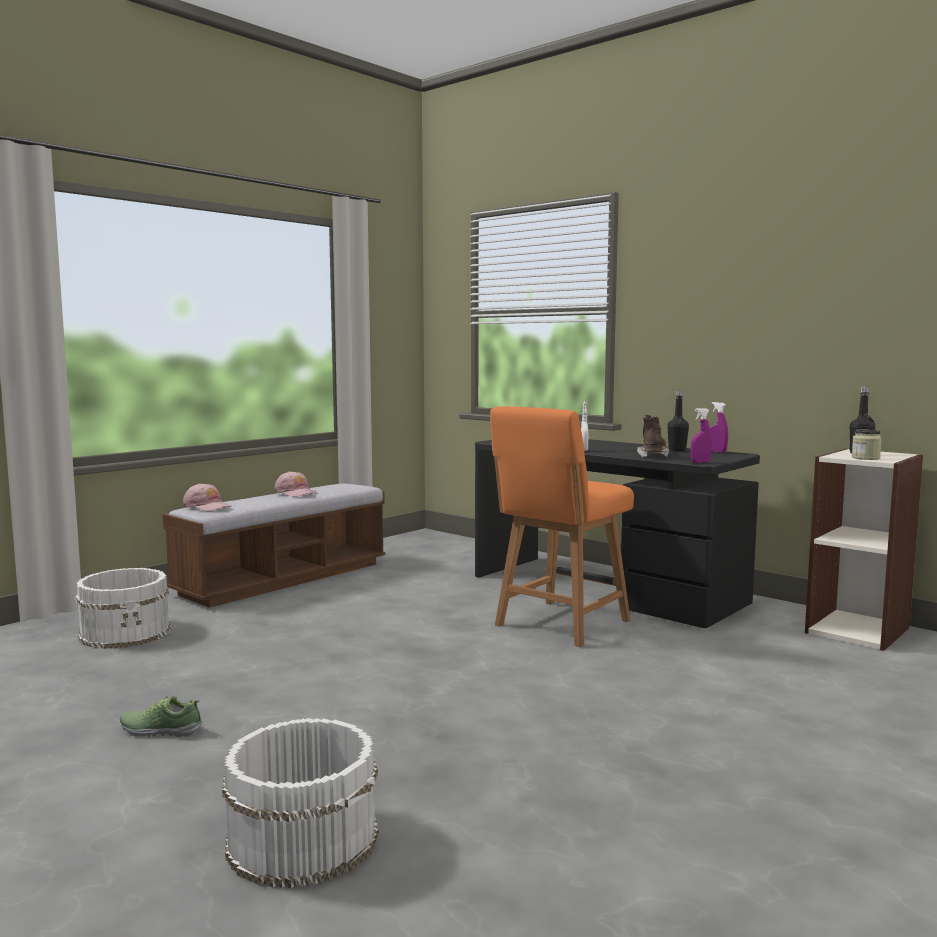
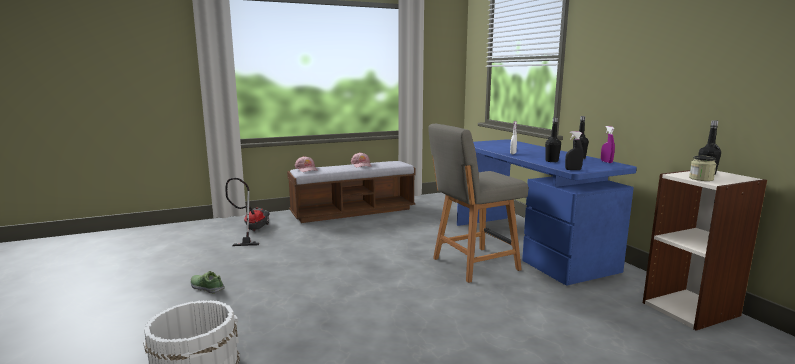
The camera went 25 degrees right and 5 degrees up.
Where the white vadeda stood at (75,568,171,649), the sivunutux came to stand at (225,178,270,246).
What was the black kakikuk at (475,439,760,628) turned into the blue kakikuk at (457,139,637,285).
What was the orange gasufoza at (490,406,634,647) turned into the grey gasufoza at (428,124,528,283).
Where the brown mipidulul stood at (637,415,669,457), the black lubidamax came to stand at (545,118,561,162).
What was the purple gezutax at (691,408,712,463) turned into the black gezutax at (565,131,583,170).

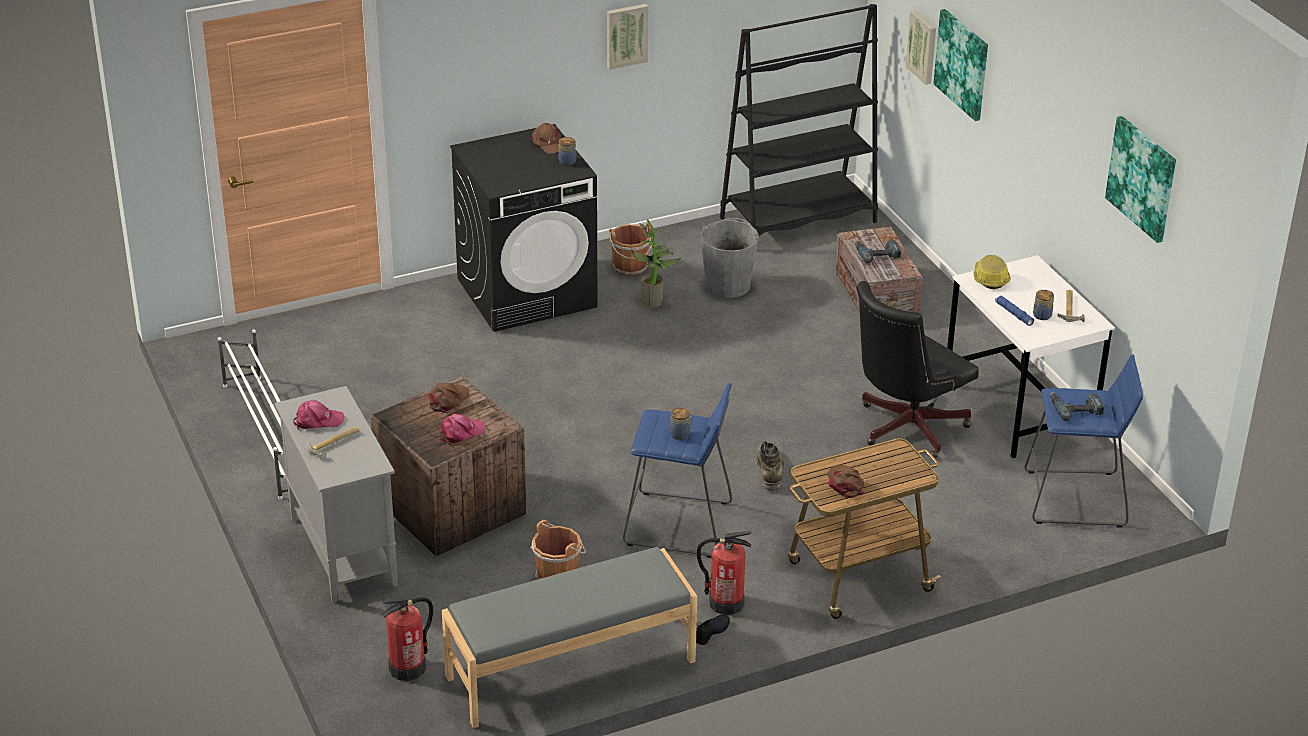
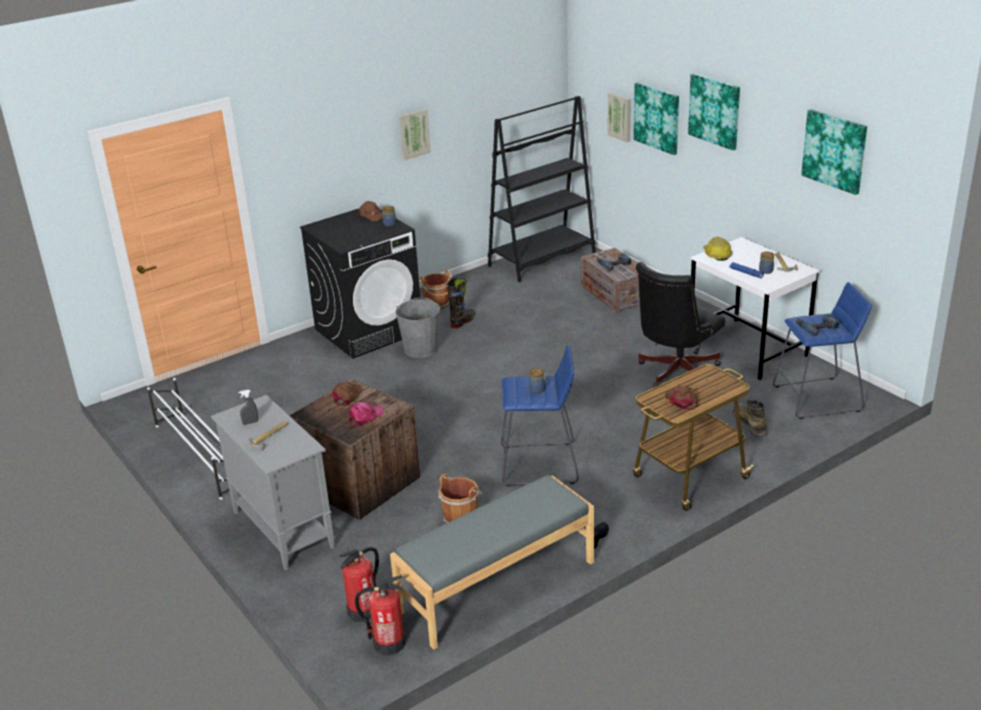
The camera went 10 degrees left and 5 degrees down.
Where the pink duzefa stood at (293,400,345,430), the grey gezutax came to stand at (238,390,258,425).
Where the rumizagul stood at (631,219,682,308), the black mipidulul came to stand at (447,278,475,328).
The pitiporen ended up elsewhere, having gone from (697,531,752,615) to (355,576,406,655).
The grey vadeda ended up elsewhere, having gone from (701,218,759,298) to (396,297,440,358).
The green mipidulul ended up elsewhere, having gone from (757,441,784,491) to (733,400,767,437).
The second view gained the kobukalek at (688,73,740,150).

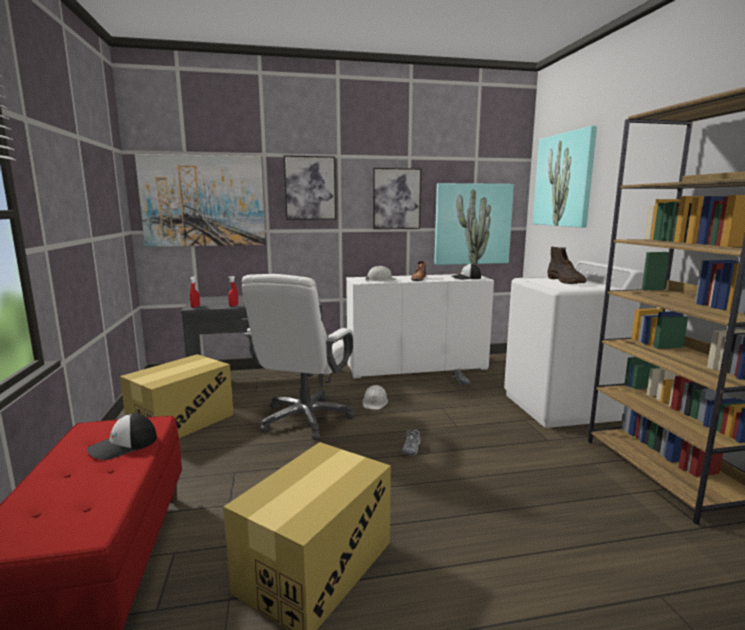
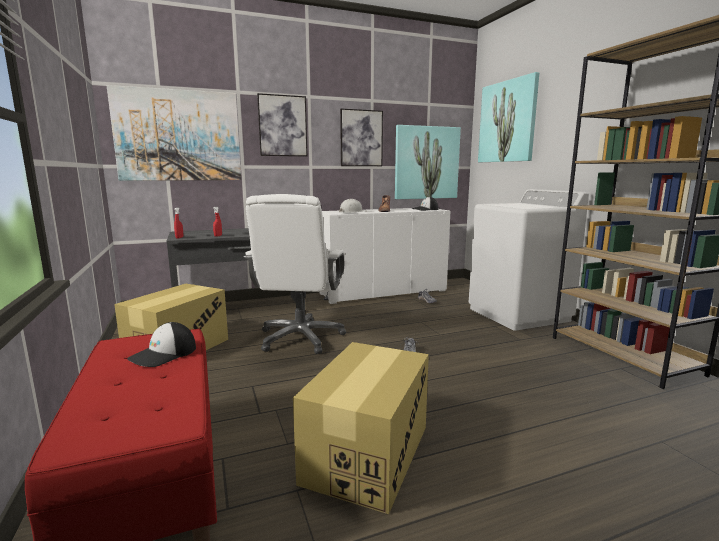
The camera went 10 degrees left and 0 degrees up.
The second view lost the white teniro at (363,385,388,410).
The second view lost the brown mipidulul at (548,247,586,284).

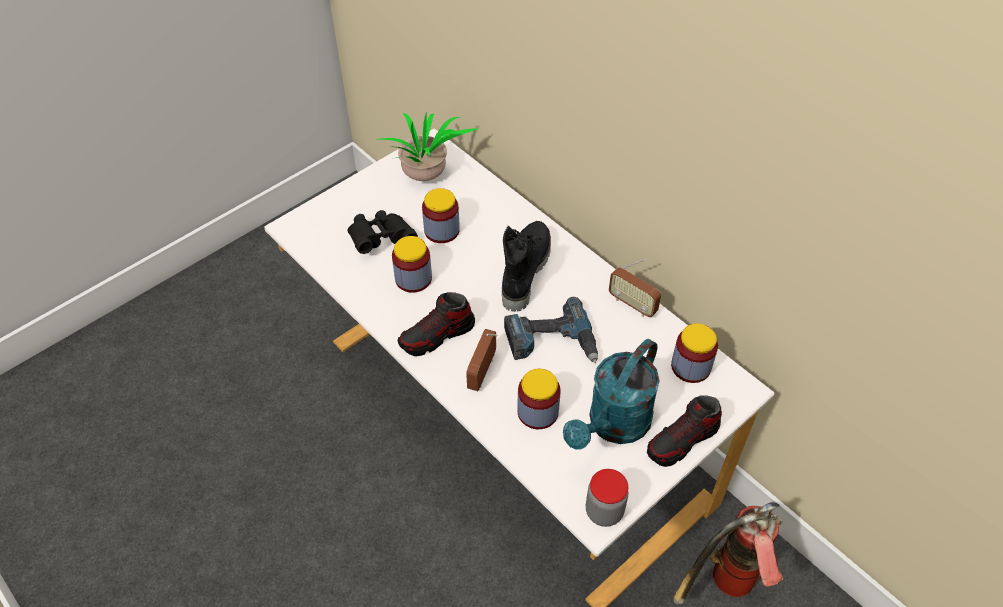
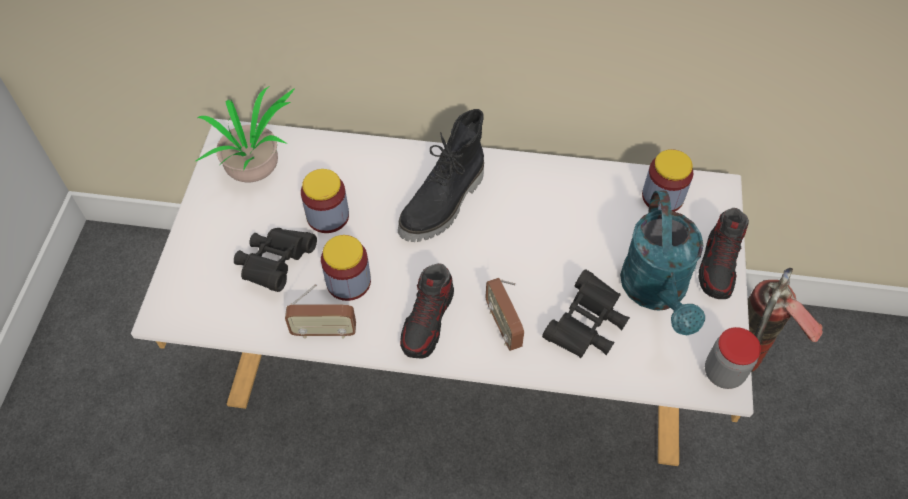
The camera went 40 degrees left and 5 degrees up.
The black mipidulul at (502,221,551,312) ended up facing another way, 120 degrees counterclockwise from before.
The second view lost the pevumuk at (504,297,598,363).
Where the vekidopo stood at (517,369,561,429), the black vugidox came to stand at (542,270,630,358).
The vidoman ended up elsewhere, having gone from (609,259,661,317) to (285,284,356,339).

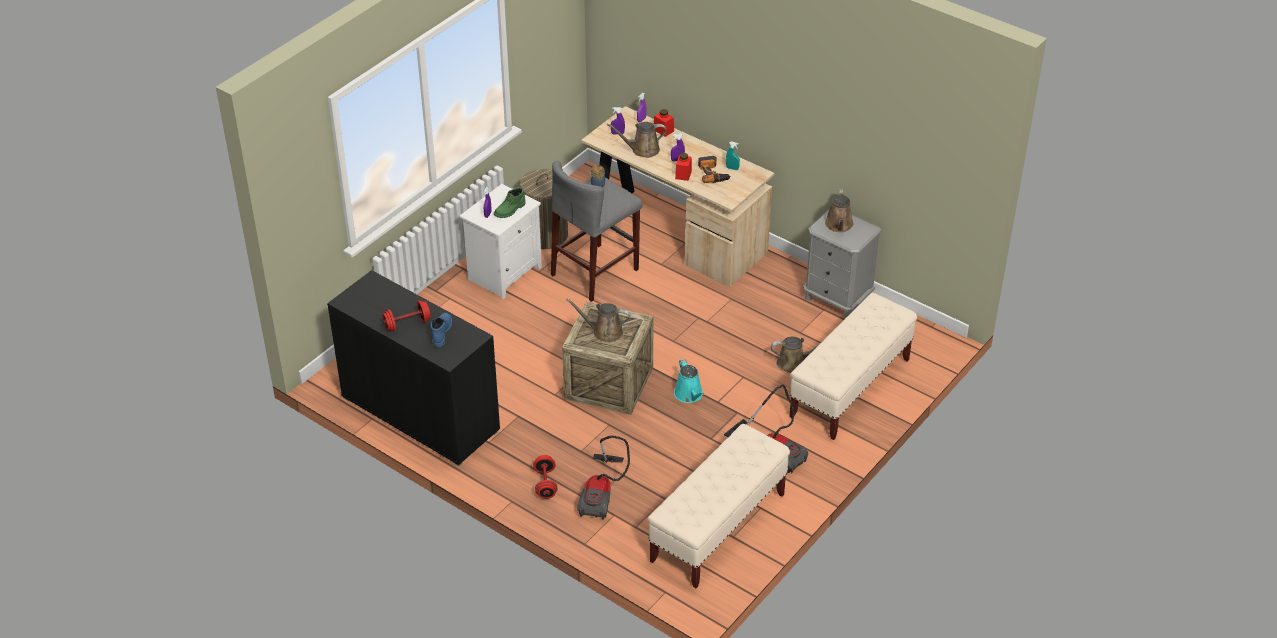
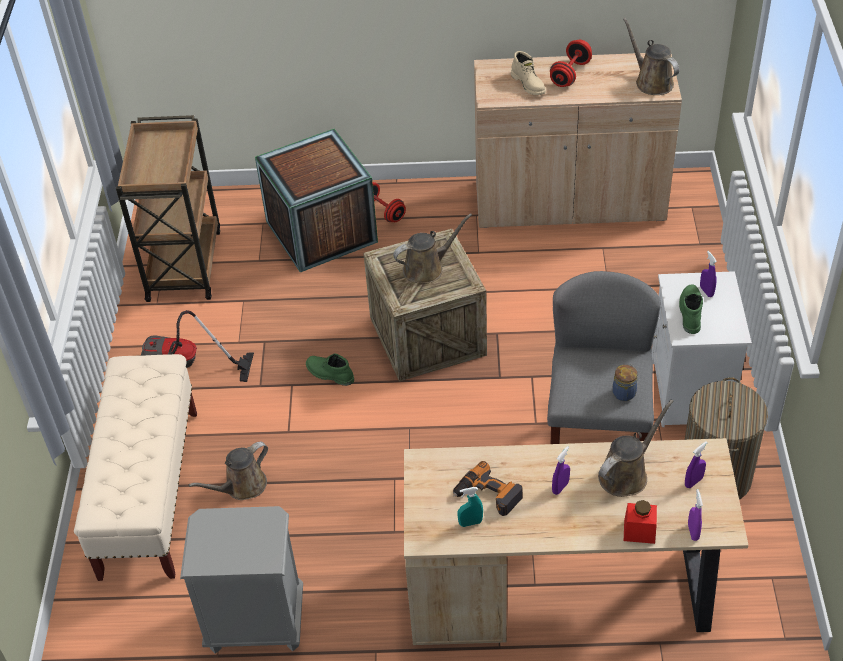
The camera went 145 degrees right and 5 degrees up.
What was the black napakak at (327,270,500,466) turned into the beige napakak at (474,53,682,228).
What was the blue mipidulul at (430,313,452,347) turned into the beige mipidulul at (511,51,546,95).
Where the sivunutux stood at (577,436,630,520), the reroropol came to stand at (255,129,378,272).
Where the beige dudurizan stood at (648,424,790,588), the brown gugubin came to stand at (116,115,220,302).
Where the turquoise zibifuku stood at (674,359,704,403), the green mipidulul came to stand at (306,353,354,386).
The second view lost the red vekidopo at (675,153,692,181).
The brown zibifuku ended up elsewhere, having gone from (825,189,853,232) to (623,18,679,95).

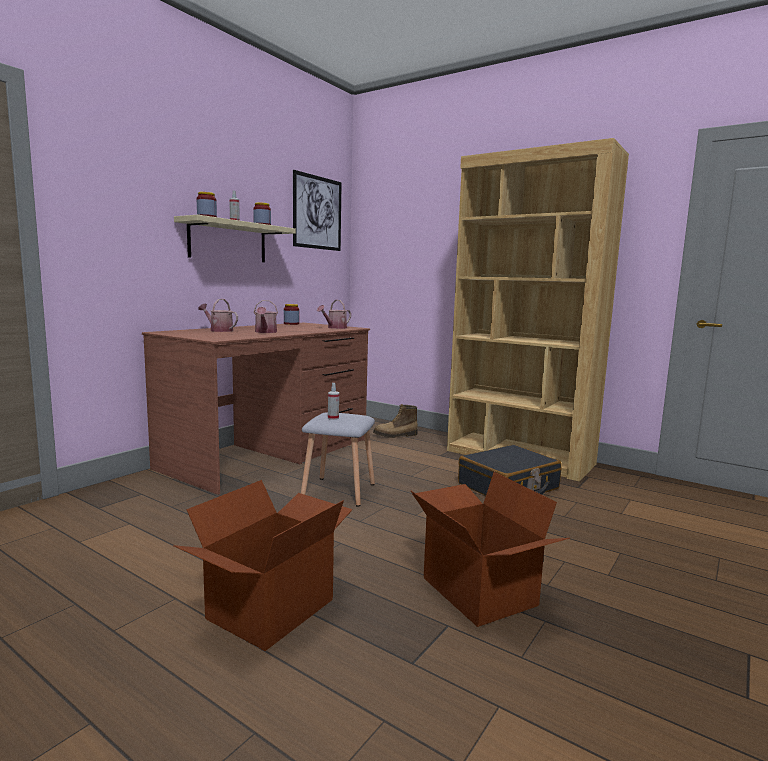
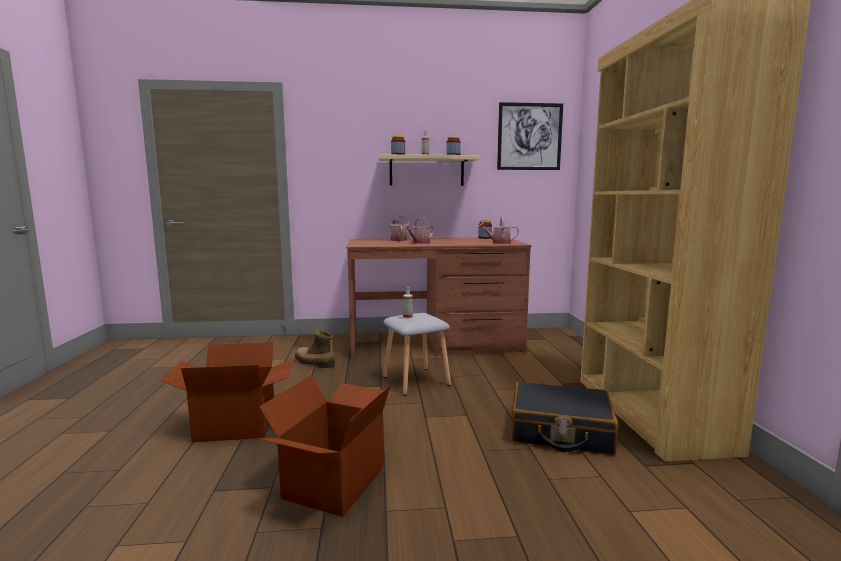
The camera went 50 degrees right and 0 degrees up.
The mipidulul ended up elsewhere, having gone from (373,404,418,438) to (295,331,335,368).

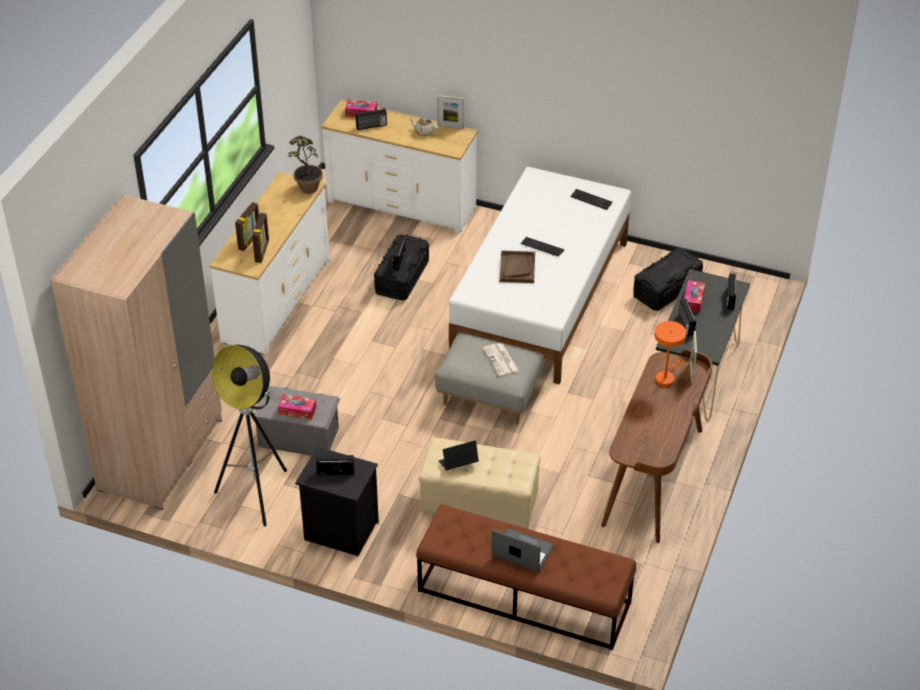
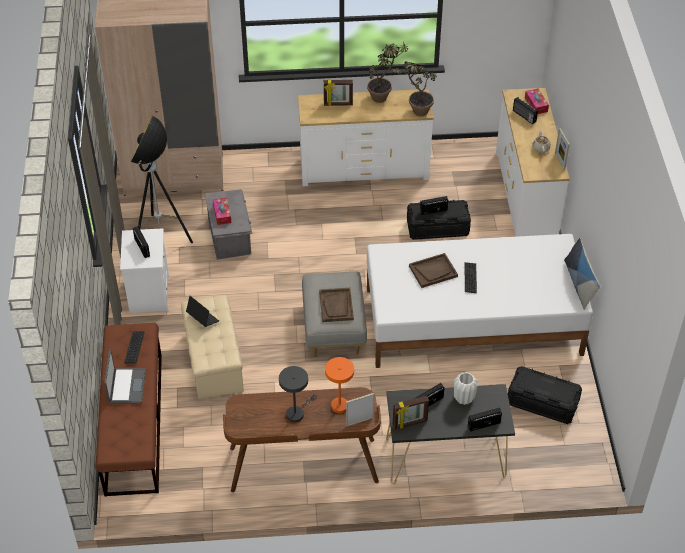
The camera went 65 degrees right and 5 degrees up.
The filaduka ended up elsewhere, having gone from (252,213,269,263) to (393,396,429,429).
What was the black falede at (295,447,379,556) turned into the white falede at (120,228,169,313).
Where the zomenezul stood at (483,343,519,376), the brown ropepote came to stand at (319,288,354,322).
The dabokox ended up elsewhere, having gone from (570,189,612,210) to (124,331,145,363).
Where the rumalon stood at (684,280,705,312), the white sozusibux came to stand at (454,372,477,405).
The second view gained the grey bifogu at (279,366,317,422).
The second view gained the rumizagul at (367,41,408,103).
The second view gained the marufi at (564,238,600,310).

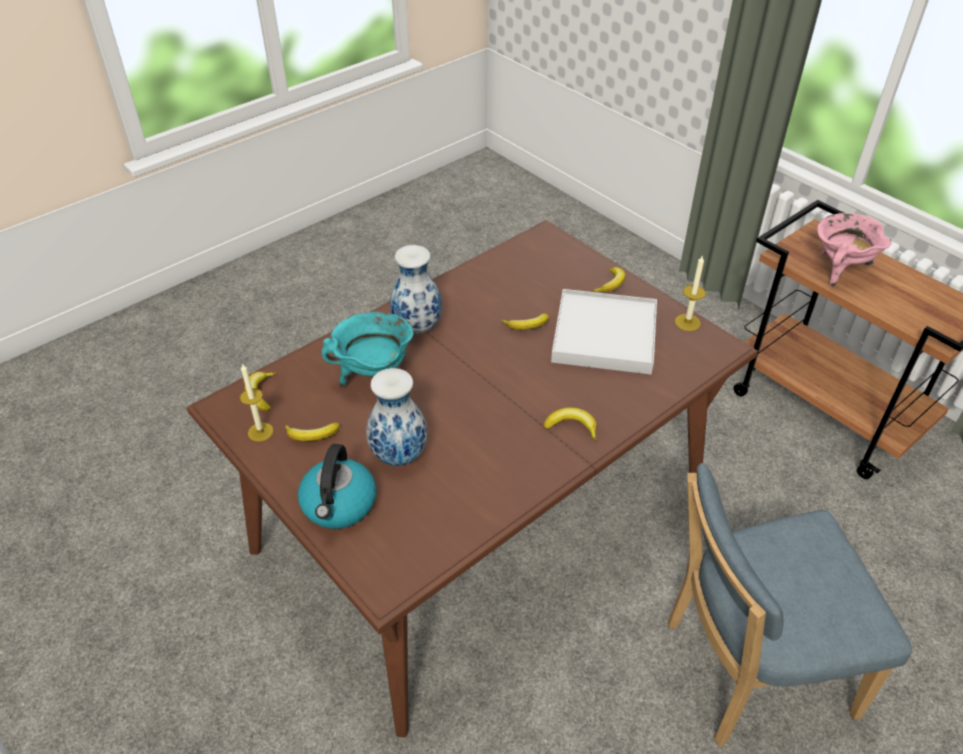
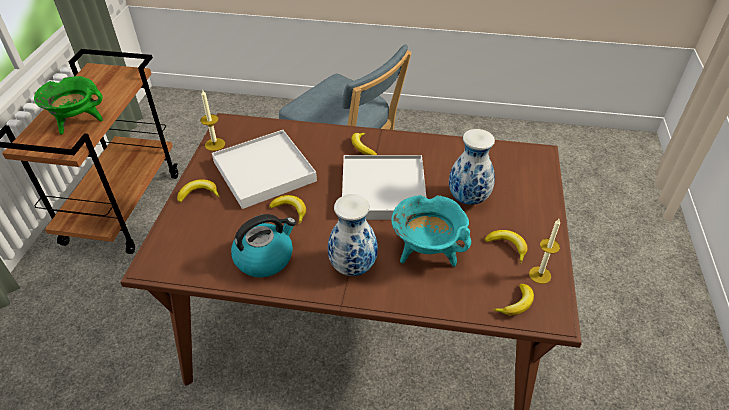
The camera went 130 degrees left and 0 degrees up.
The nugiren ended up elsewhere, having gone from (298,444,376,529) to (231,214,296,278).
What was the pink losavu at (817,213,892,287) turned into the green losavu at (34,76,103,134).
The second view gained the white ropepote at (342,155,427,220).

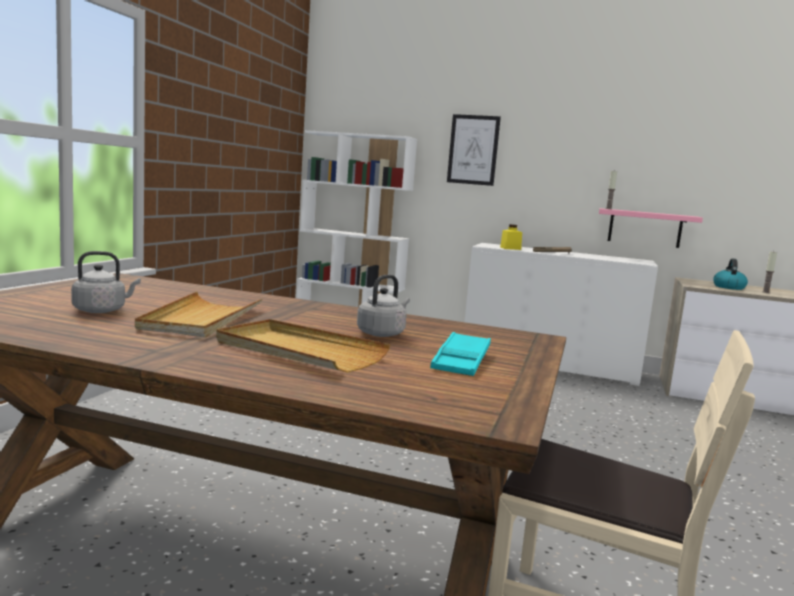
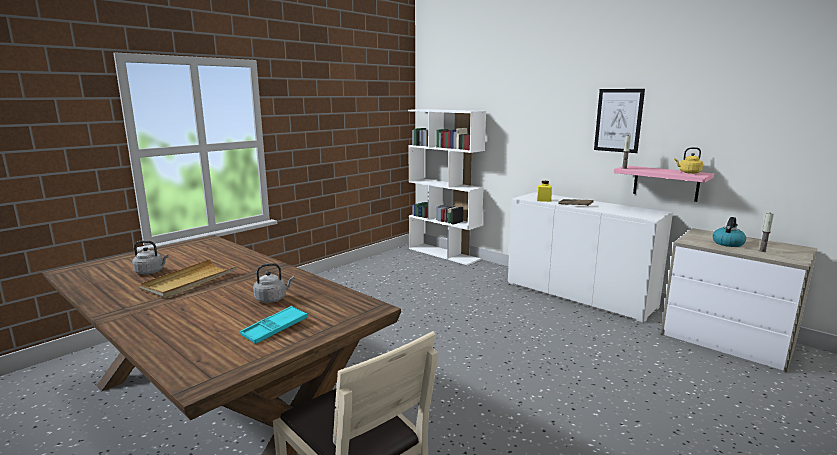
The camera went 25 degrees right and 5 degrees up.
The second view lost the beige ropepote at (216,319,391,373).
The kobukalek ended up elsewhere, having gone from (447,114,501,186) to (594,89,645,153).
The second view gained the yellow nugiren at (674,147,703,174).

